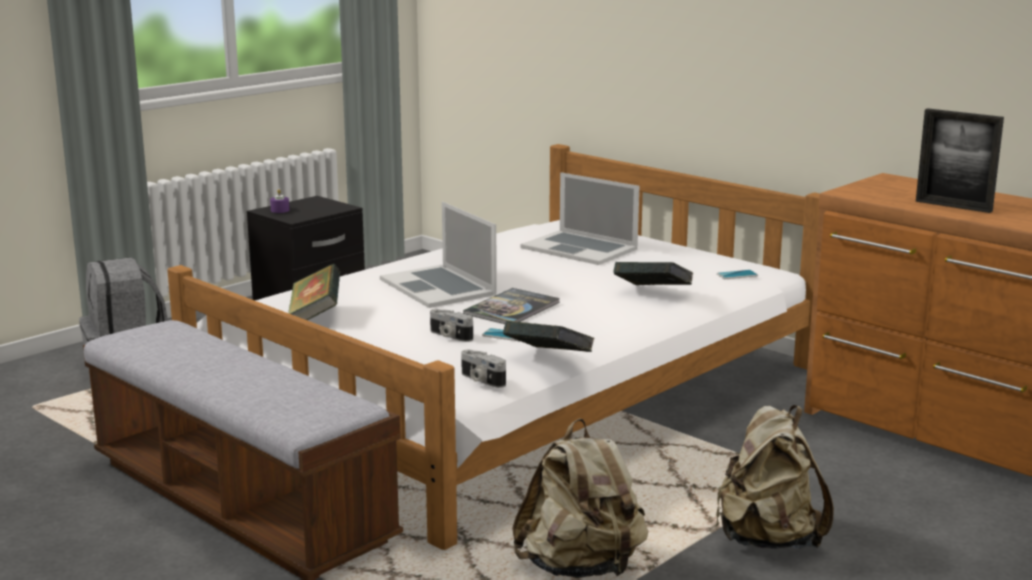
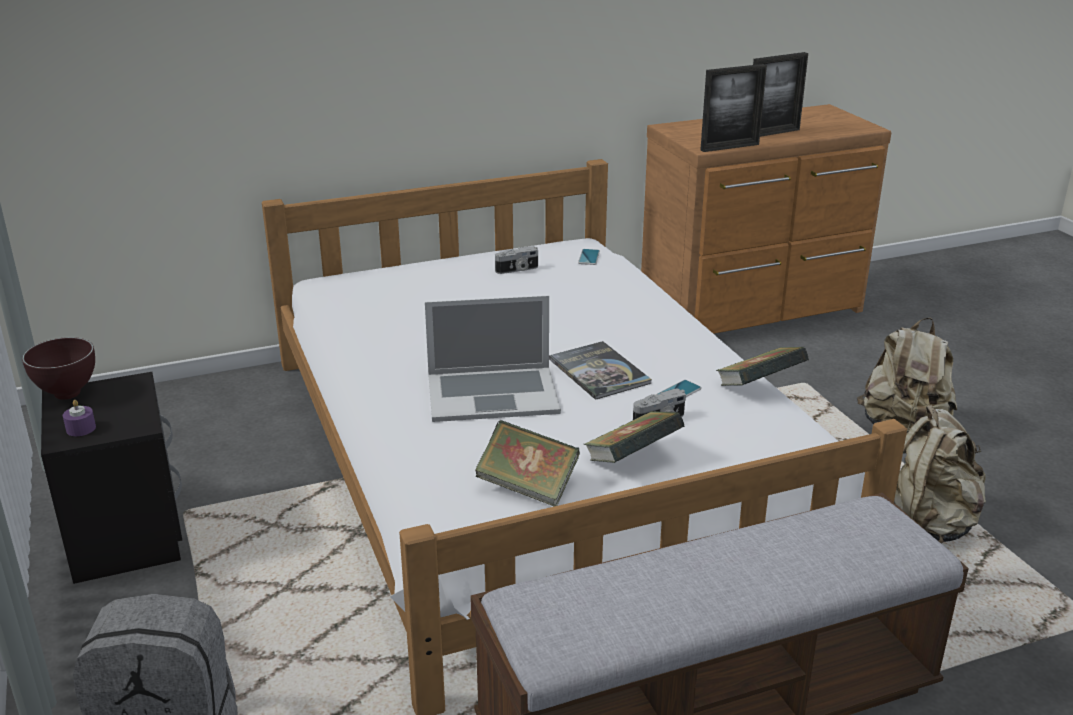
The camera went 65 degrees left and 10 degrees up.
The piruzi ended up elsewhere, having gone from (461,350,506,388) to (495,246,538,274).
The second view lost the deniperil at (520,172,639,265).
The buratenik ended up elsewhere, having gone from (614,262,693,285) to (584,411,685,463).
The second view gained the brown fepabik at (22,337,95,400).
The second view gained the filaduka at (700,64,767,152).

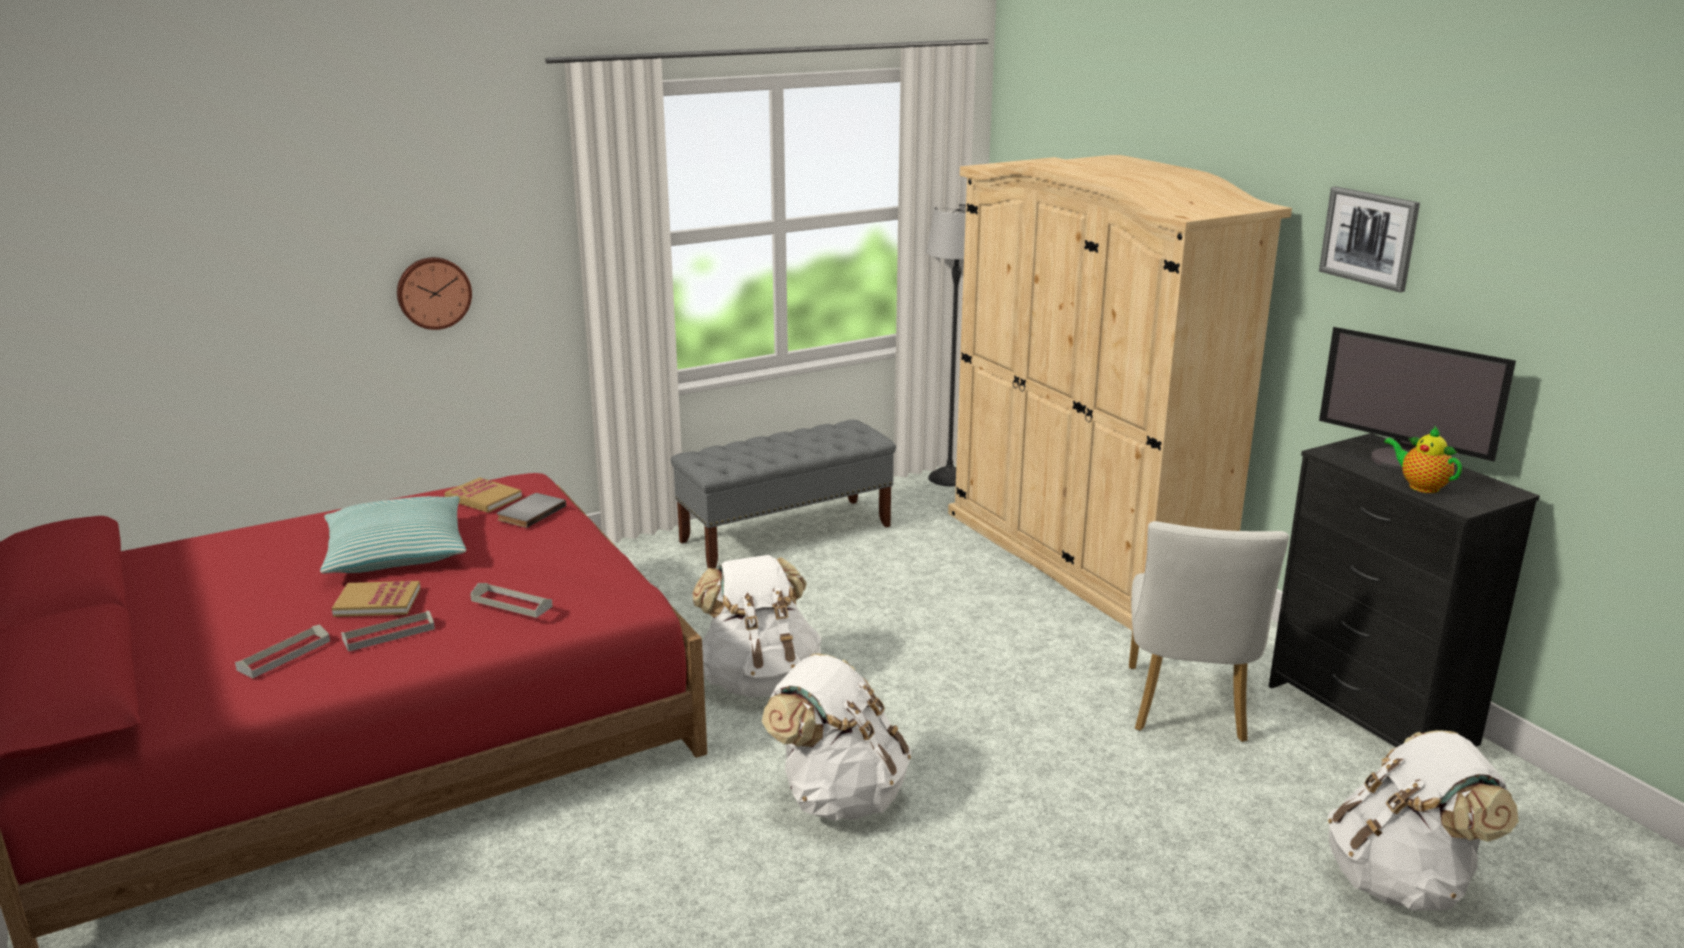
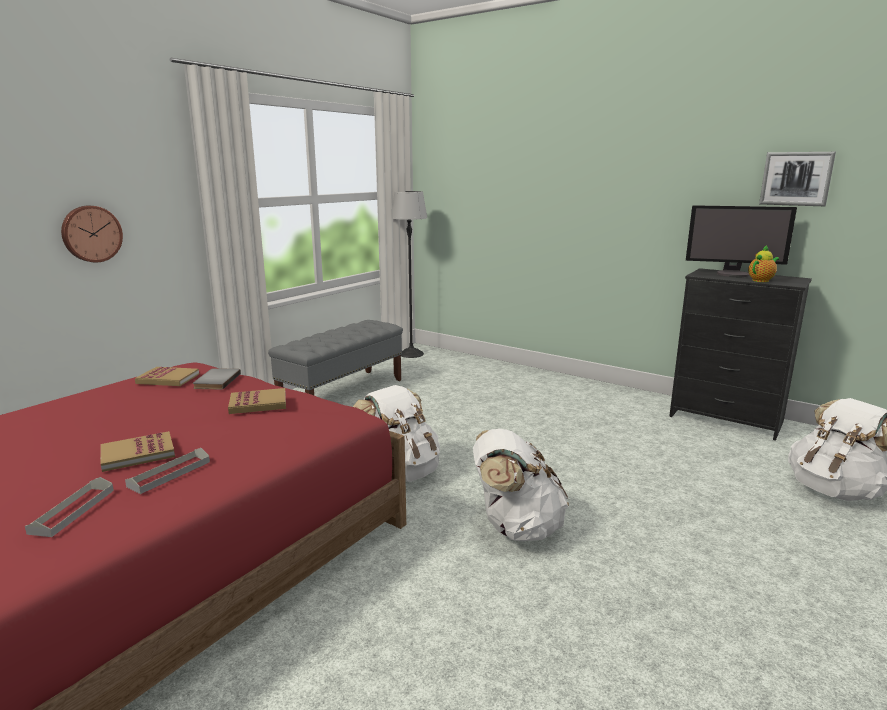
The camera went 25 degrees left and 5 degrees down.
The second view lost the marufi at (320,496,466,574).
The second view lost the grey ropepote at (470,583,553,618).
The second view lost the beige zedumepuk at (948,155,1292,630).
The second view lost the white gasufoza at (1129,521,1289,742).
The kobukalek ended up elsewhere, having gone from (1319,186,1420,292) to (759,152,836,206).
The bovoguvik at (1384,425,1462,493) ended up facing another way, 120 degrees clockwise from before.
The second view gained the buratenik at (228,388,286,414).

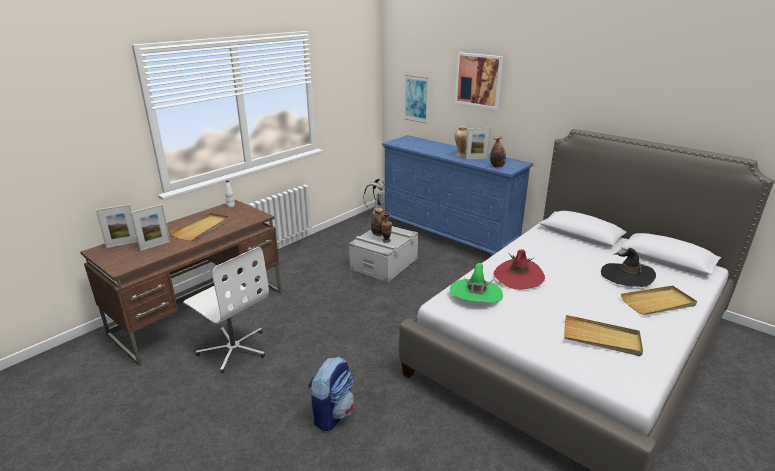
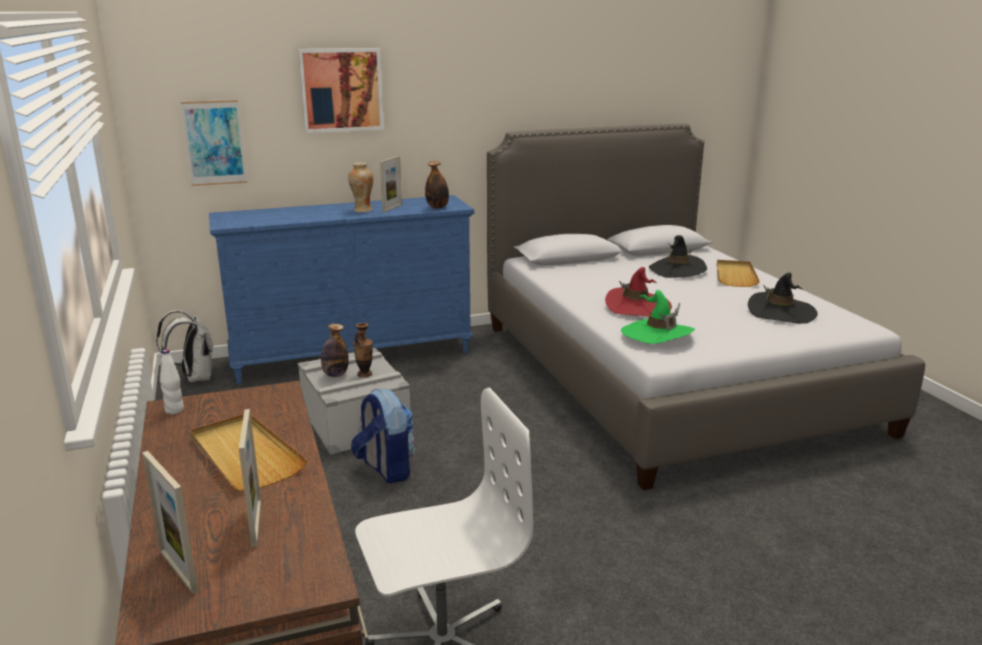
The camera went 60 degrees left and 5 degrees down.
The filaduka at (96,204,138,248) ended up facing another way, 135 degrees clockwise from before.
The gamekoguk ended up elsewhere, having gone from (308,357,355,431) to (351,389,415,483).
Where the beige ropepote stood at (564,315,643,356), the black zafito came to stand at (748,272,818,324).

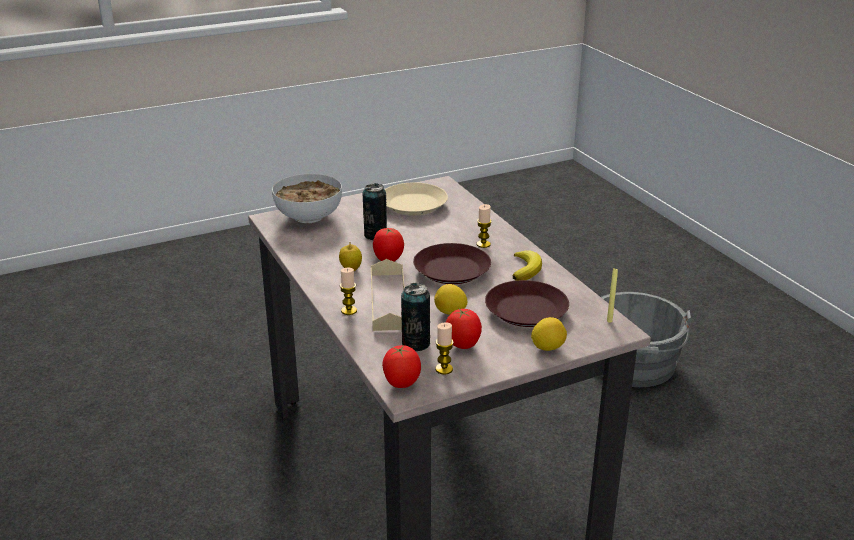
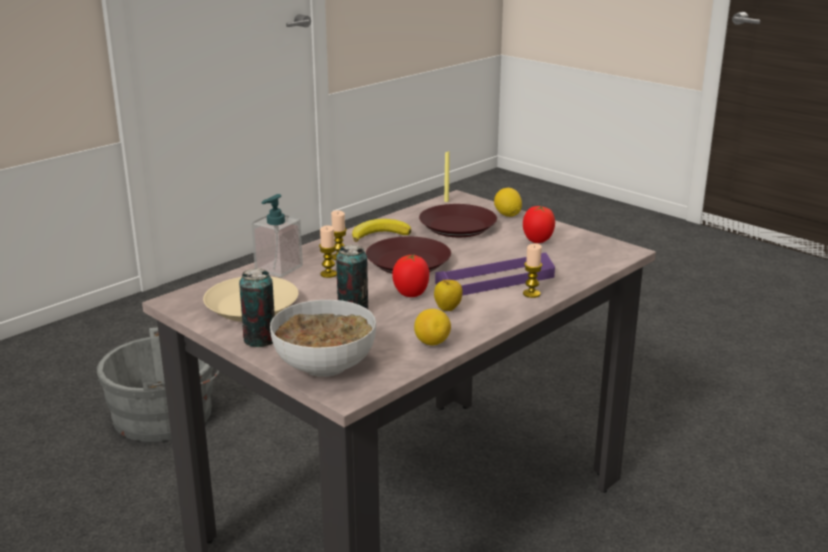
The camera went 110 degrees left and 5 degrees down.
What was the beige ropepote at (371,259,405,331) turned into the purple ropepote at (435,253,555,296).
The second view lost the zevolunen at (382,345,421,388).
The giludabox ended up elsewhere, having gone from (401,283,430,351) to (239,268,275,347).
The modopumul ended up elsewhere, having gone from (434,284,467,315) to (414,309,451,346).
The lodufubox ended up elsewhere, having gone from (435,322,454,375) to (319,225,337,278).
The second view gained the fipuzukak at (251,194,303,277).

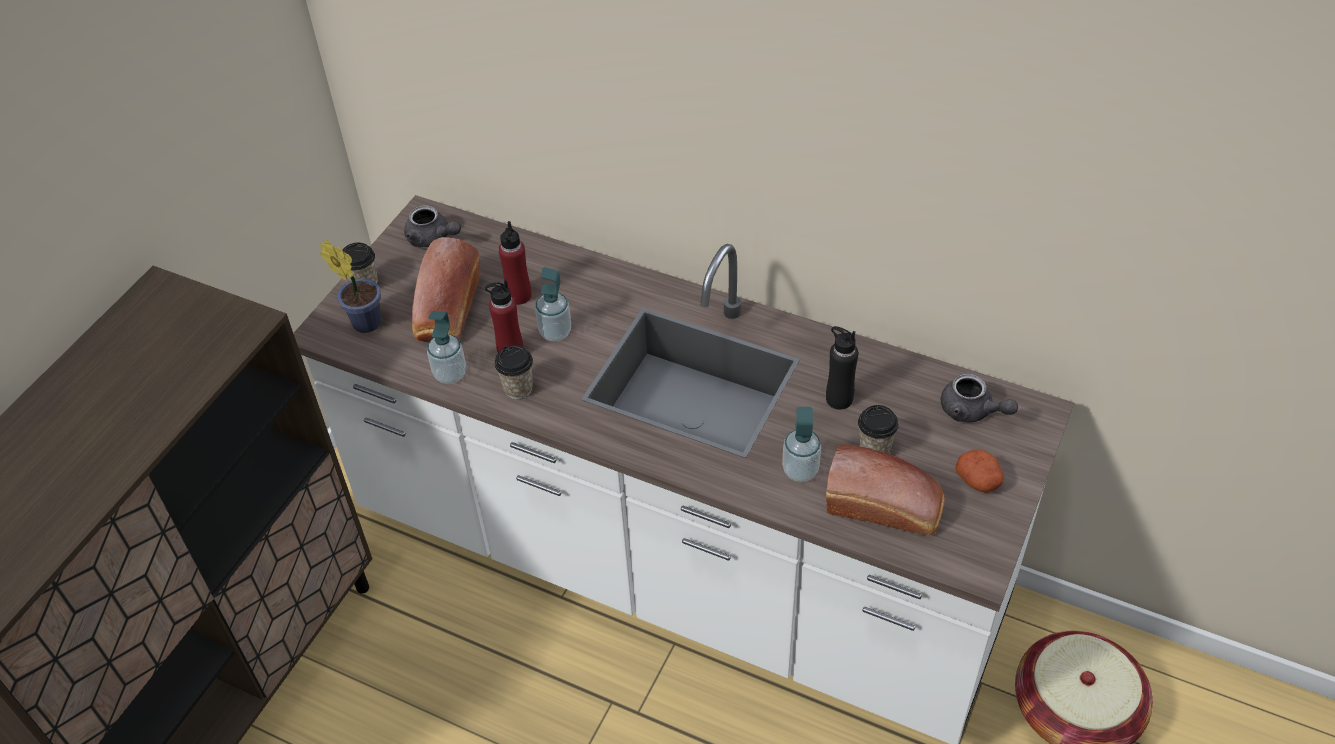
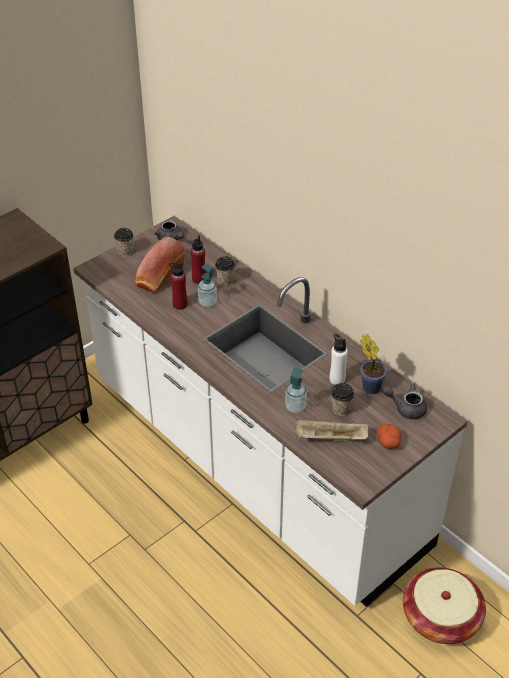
The camera went 20 degrees right and 5 degrees down.
The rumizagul ended up elsewhere, having gone from (320,240,381,333) to (360,333,387,394).
The second view lost the fipuzukak at (427,311,466,384).
The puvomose ended up elsewhere, having gone from (495,345,533,399) to (215,256,235,286).
What was the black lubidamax at (826,326,858,410) turned into the white lubidamax at (330,334,348,385).
Where the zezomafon stood at (826,444,945,535), the beige ropepote came to stand at (296,420,368,442).
The grey bovoguvik at (941,373,1018,422) ended up facing another way, 135 degrees clockwise from before.

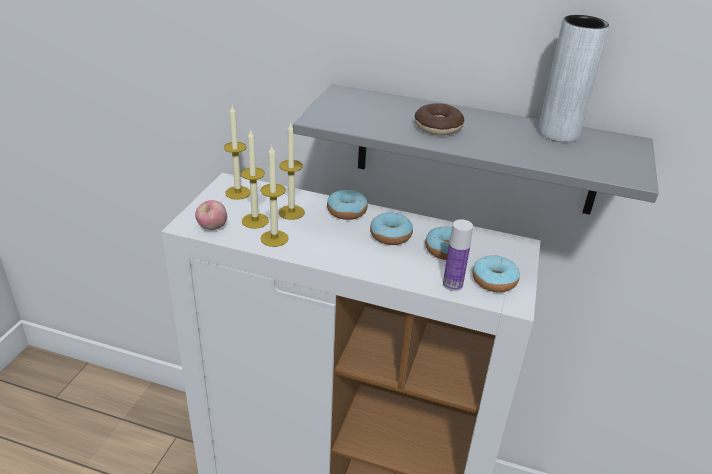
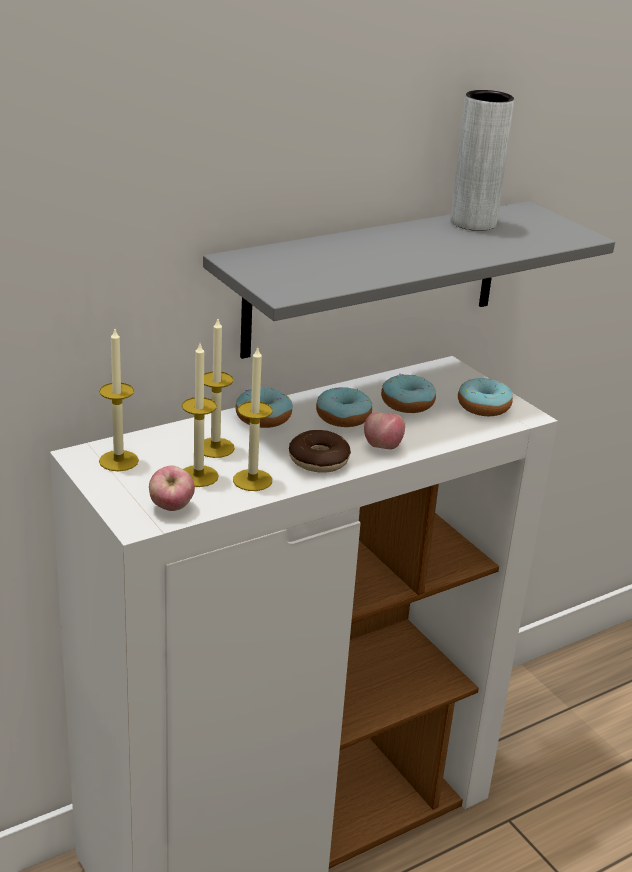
The camera went 50 degrees left and 5 degrees down.
The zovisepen ended up elsewhere, having gone from (415,103,464,136) to (289,430,351,473).
The second view lost the lubidamax at (443,219,473,291).
The second view gained the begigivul at (364,412,405,450).

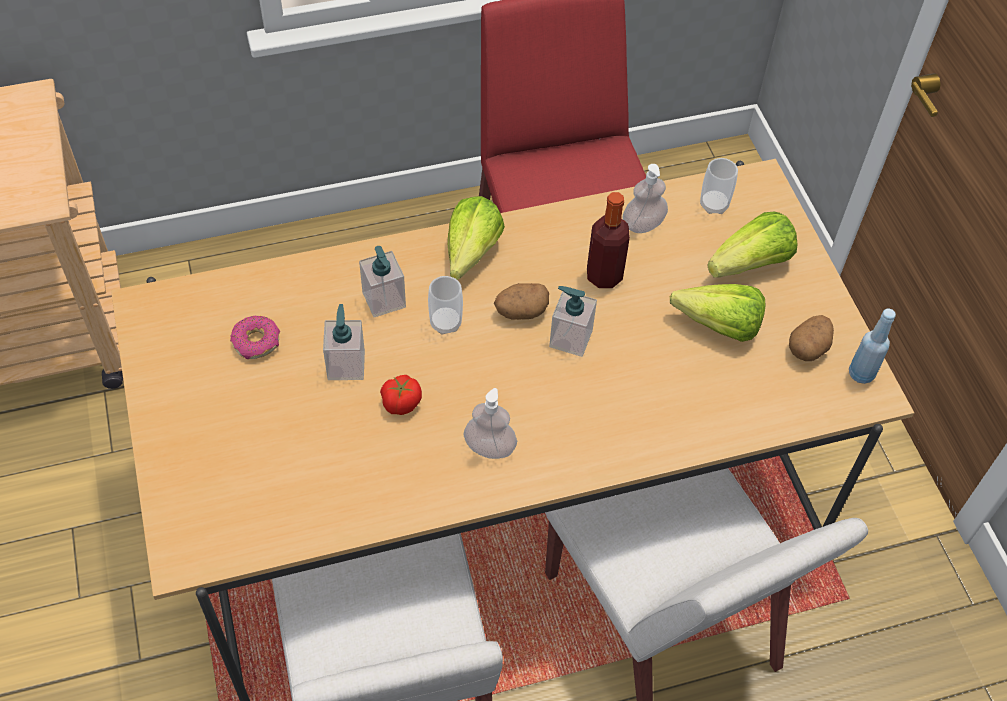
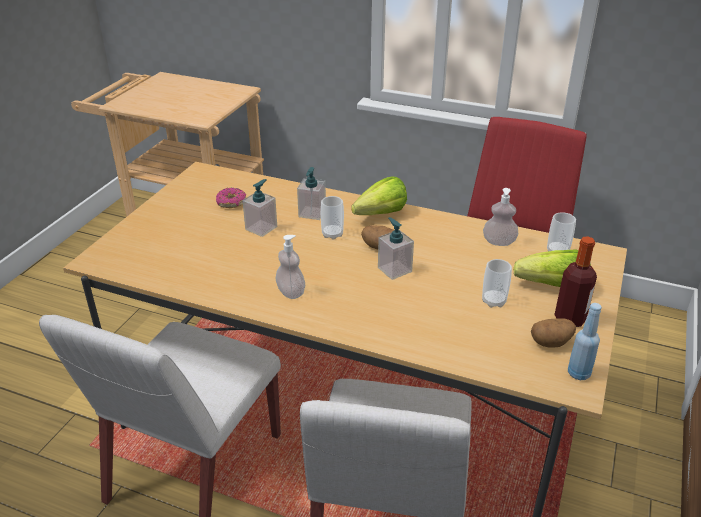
The camera went 40 degrees right and 20 degrees down.
The second view lost the zevolunen at (380,375,422,415).
The lubidamax ended up elsewhere, having gone from (587,192,630,288) to (554,237,597,327).
Where the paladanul stood at (670,284,766,342), the puvomose came to stand at (482,259,512,308).

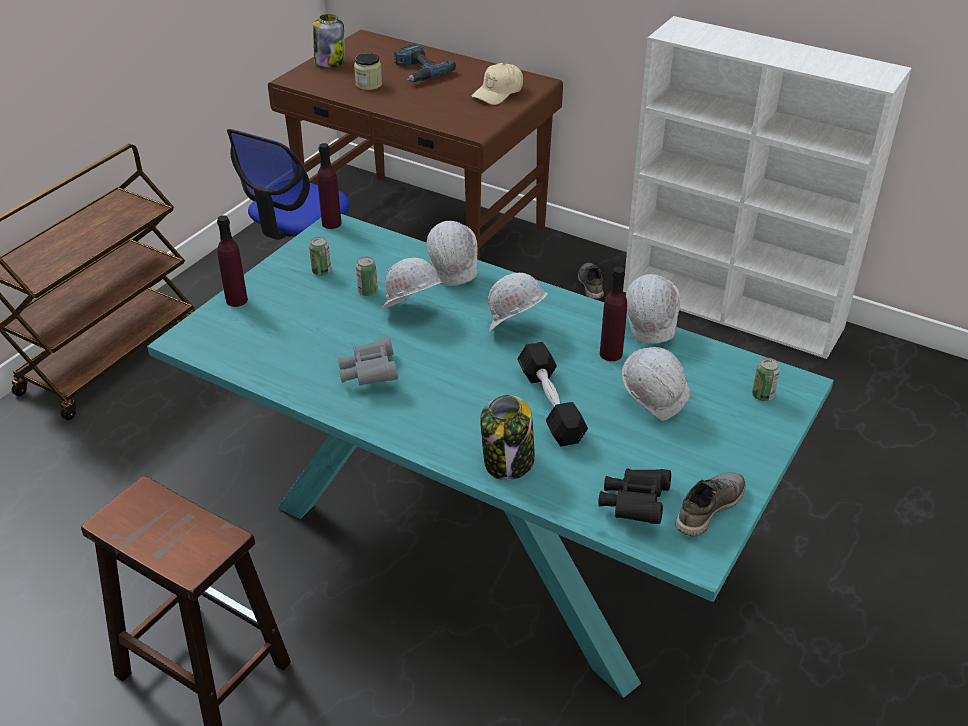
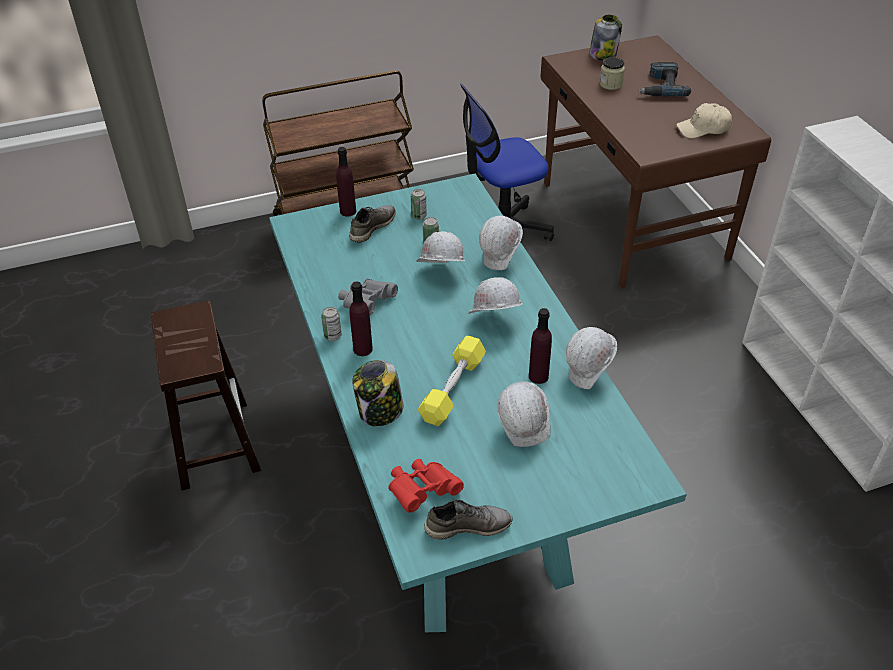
The camera went 40 degrees right and 5 degrees up.
The purple lubidamax ended up elsewhere, having gone from (317,143,341,229) to (349,282,373,356).
What was the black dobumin at (517,342,588,447) turned into the yellow dobumin at (418,336,486,426).
The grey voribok ended up elsewhere, having gone from (578,263,604,299) to (349,205,396,242).
What was the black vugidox at (598,469,671,524) turned into the red vugidox at (388,459,464,512).
The giludabox ended up elsewhere, having gone from (752,358,780,401) to (321,307,341,341).

